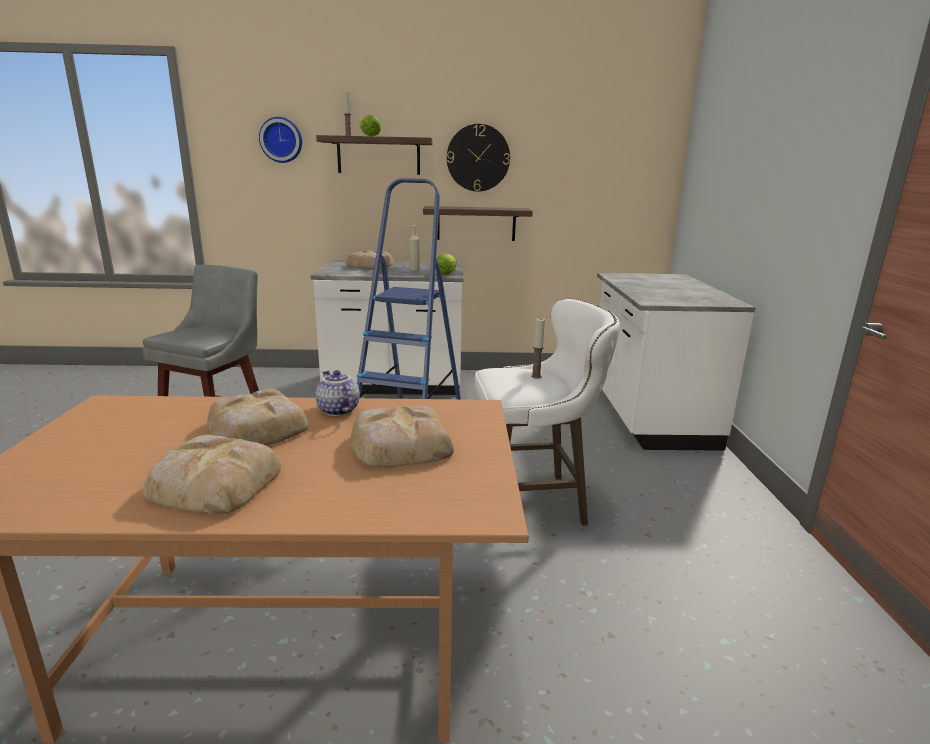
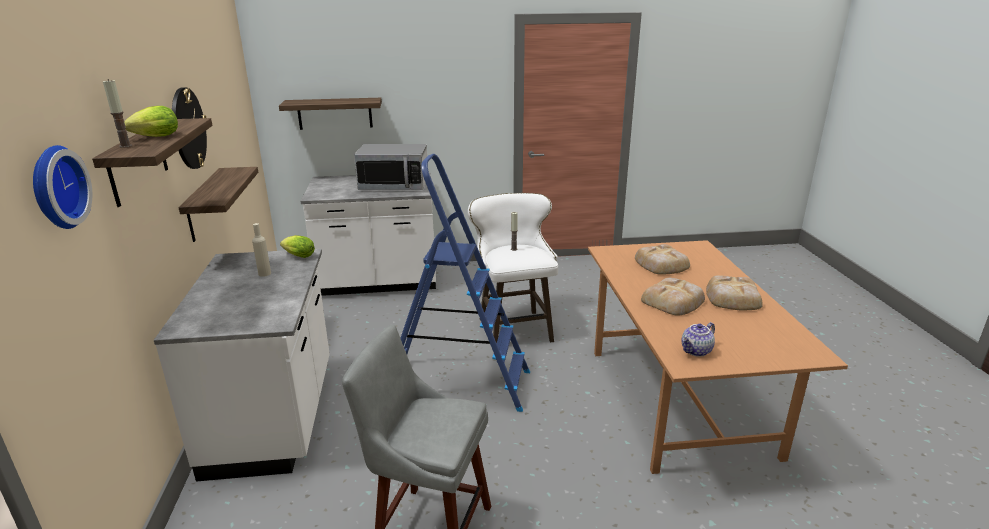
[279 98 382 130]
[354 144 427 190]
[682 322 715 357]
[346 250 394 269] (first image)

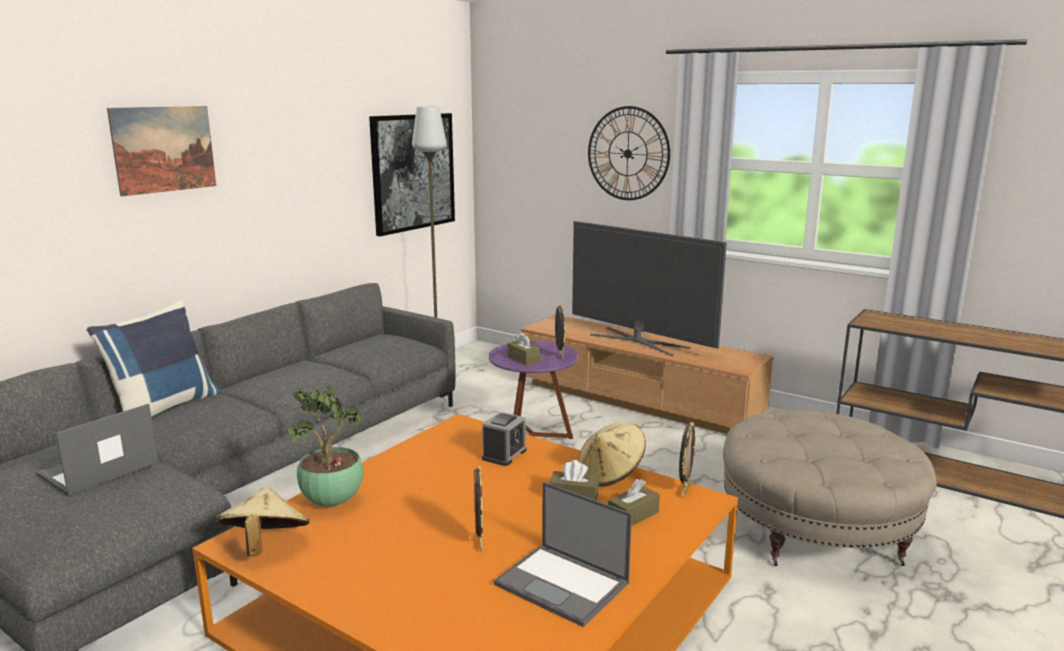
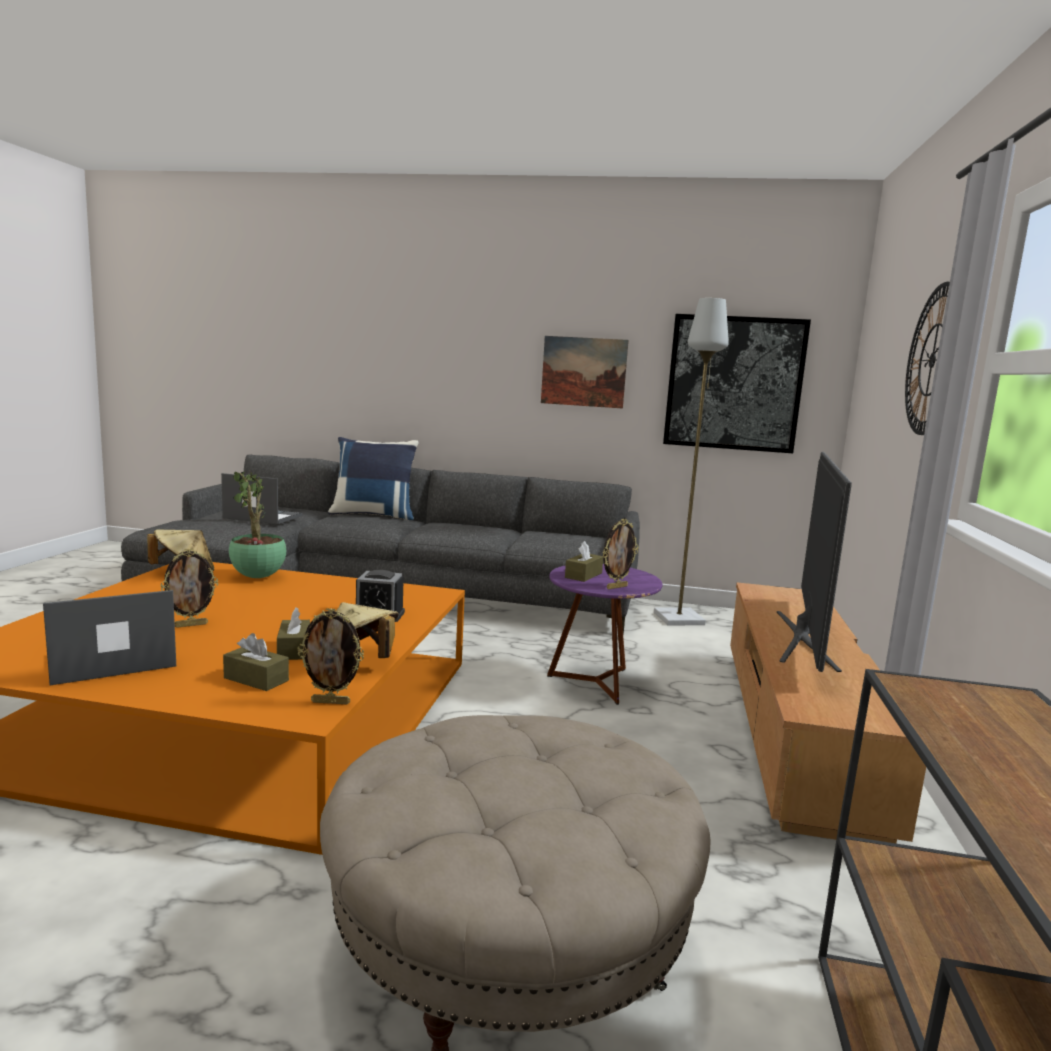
[43 590 176 685]
[541 336 629 409]

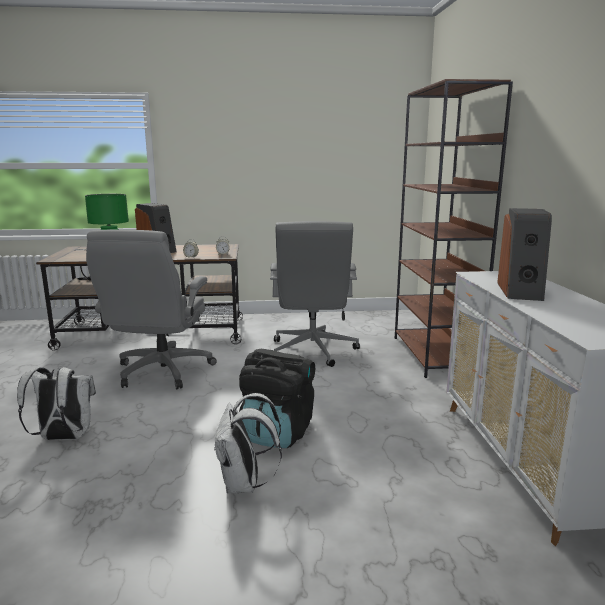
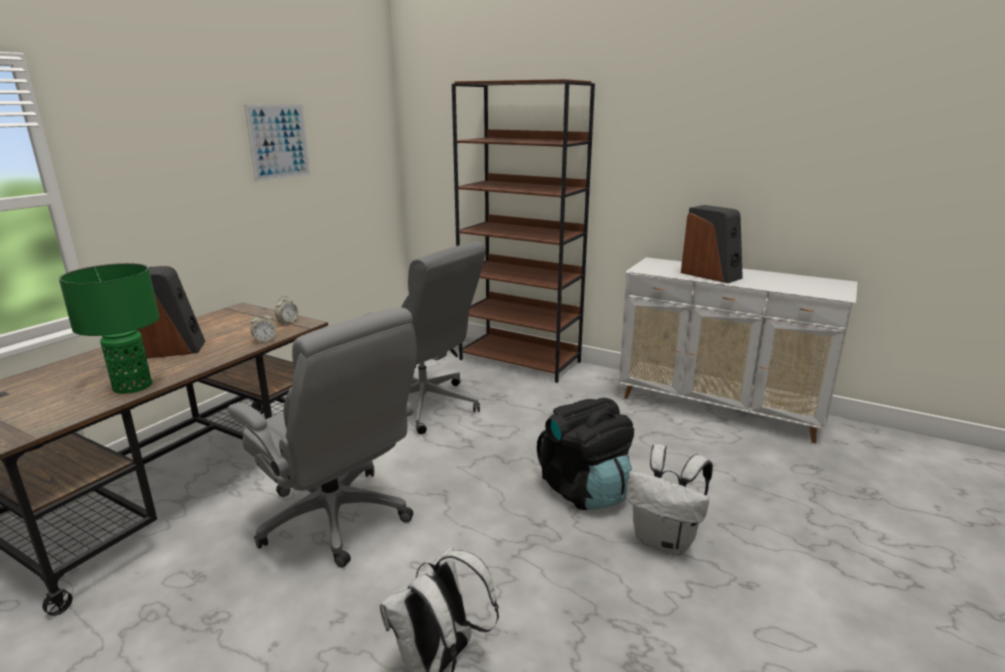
[244 104 311 182]

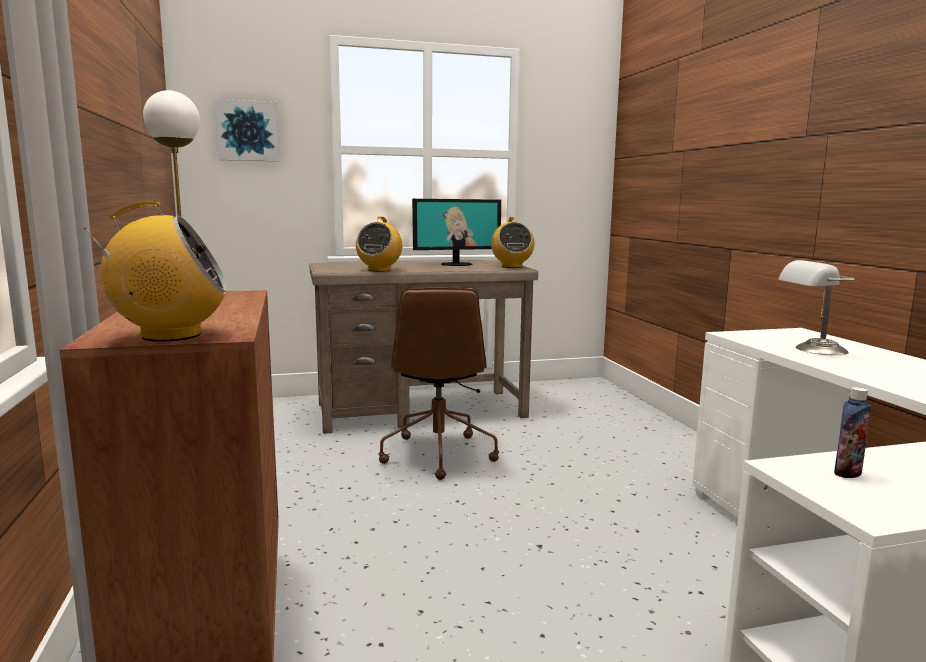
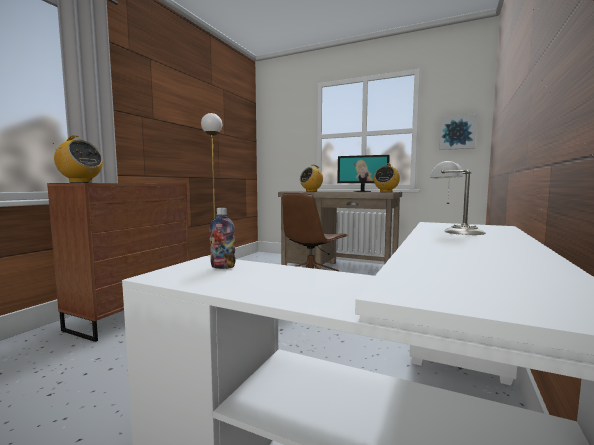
[439 114 477 150]

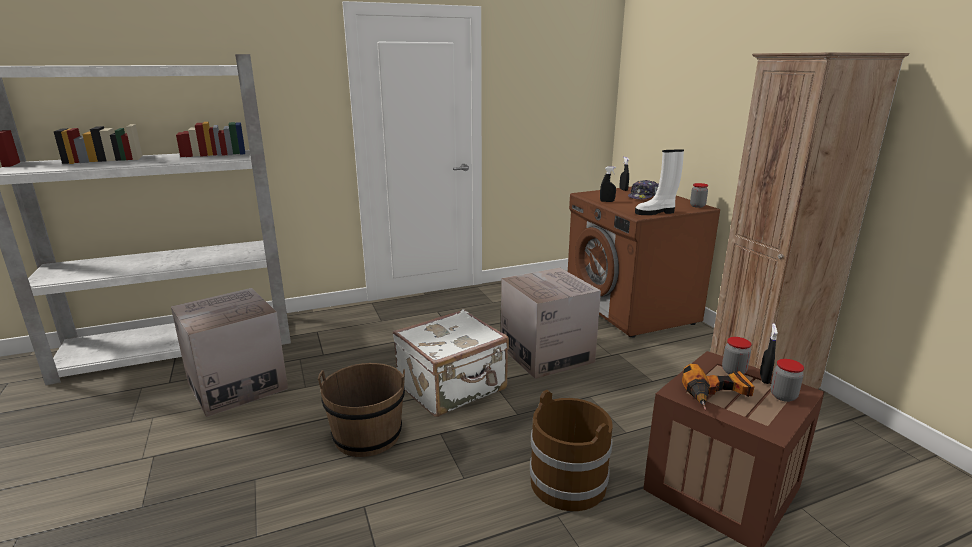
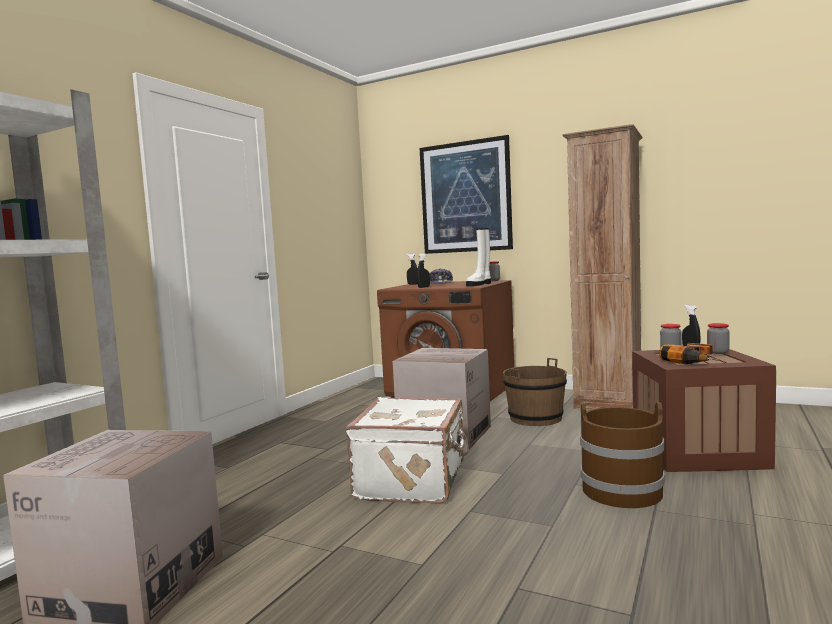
[420 135 513 254]
[503 358 567 426]

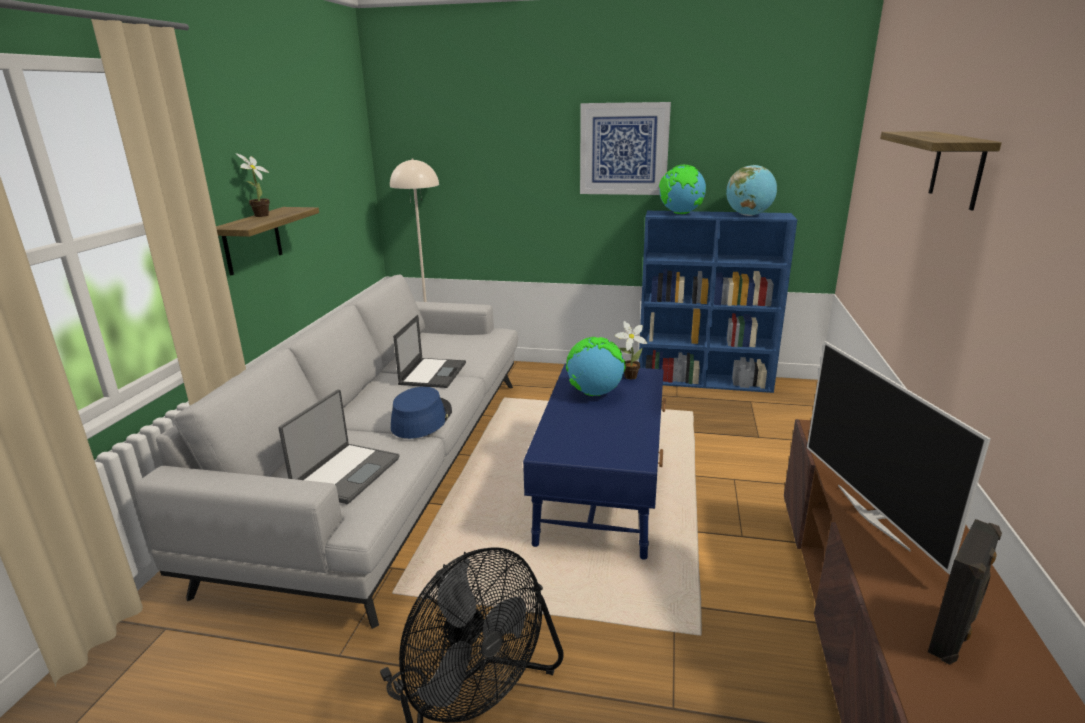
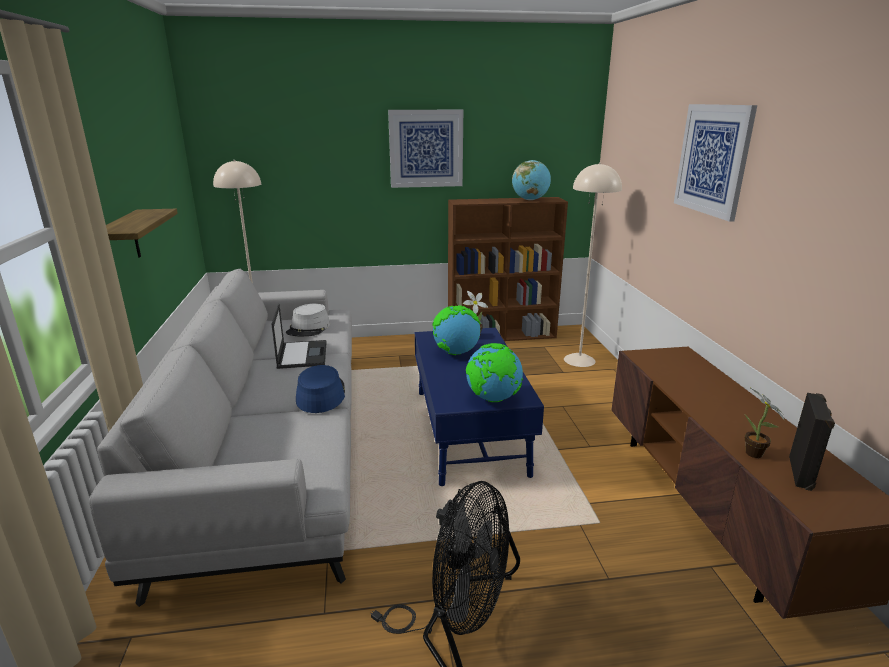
[286 304 330 336]
[448 197 568 341]
[466 343 523 402]
[564 163 622 367]
[674 104 757 222]
[744 388 785 458]
[278 390 400 504] (first image)
[807 341 991 575] (first image)

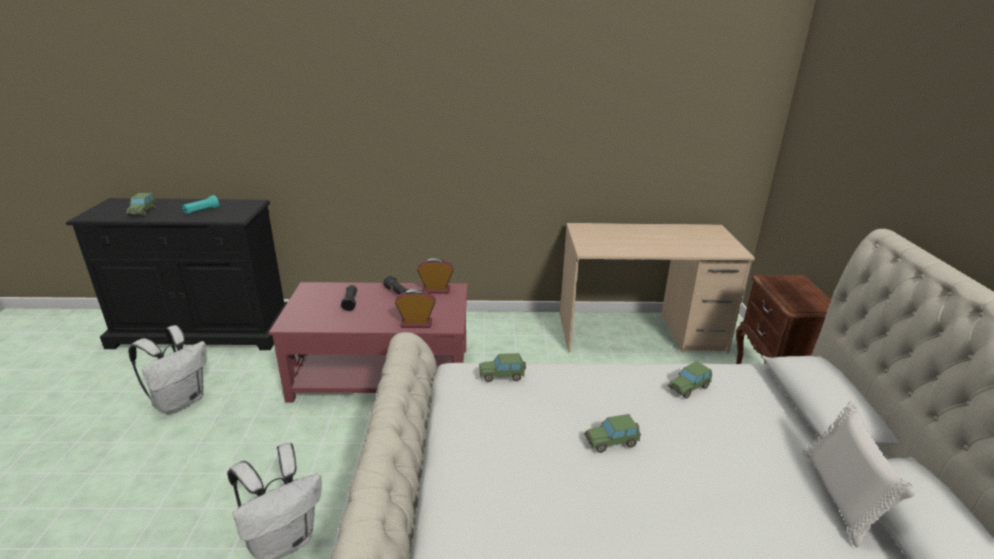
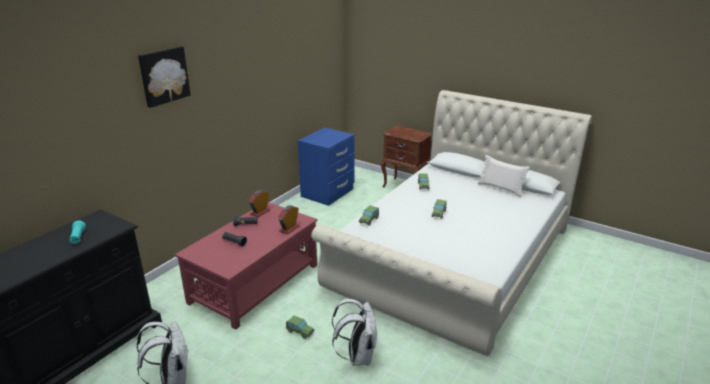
[138 46 191 108]
[286 315 315 339]
[298 128 355 206]

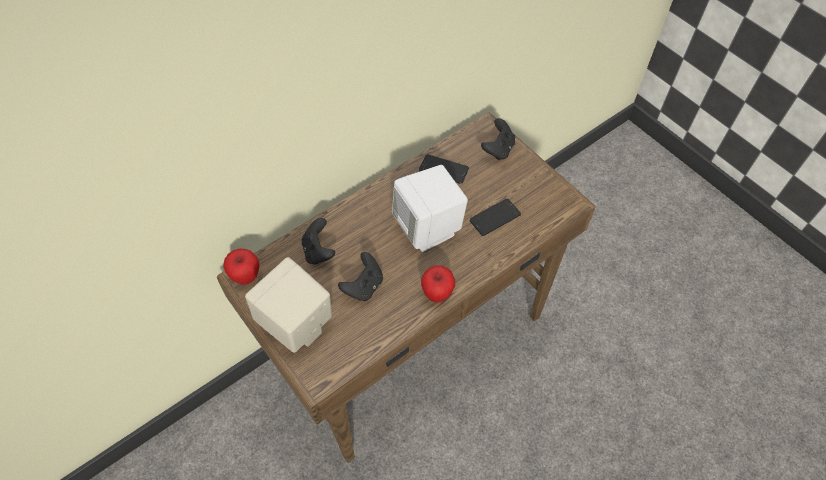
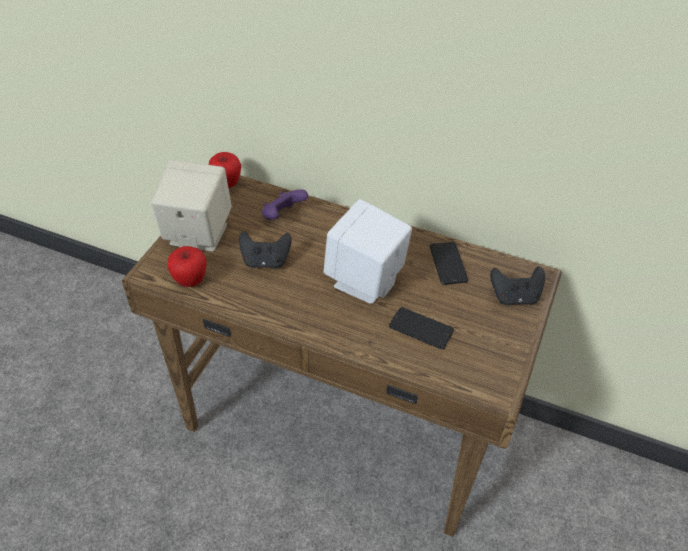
[167 246 207 287]
[262 189 308 220]

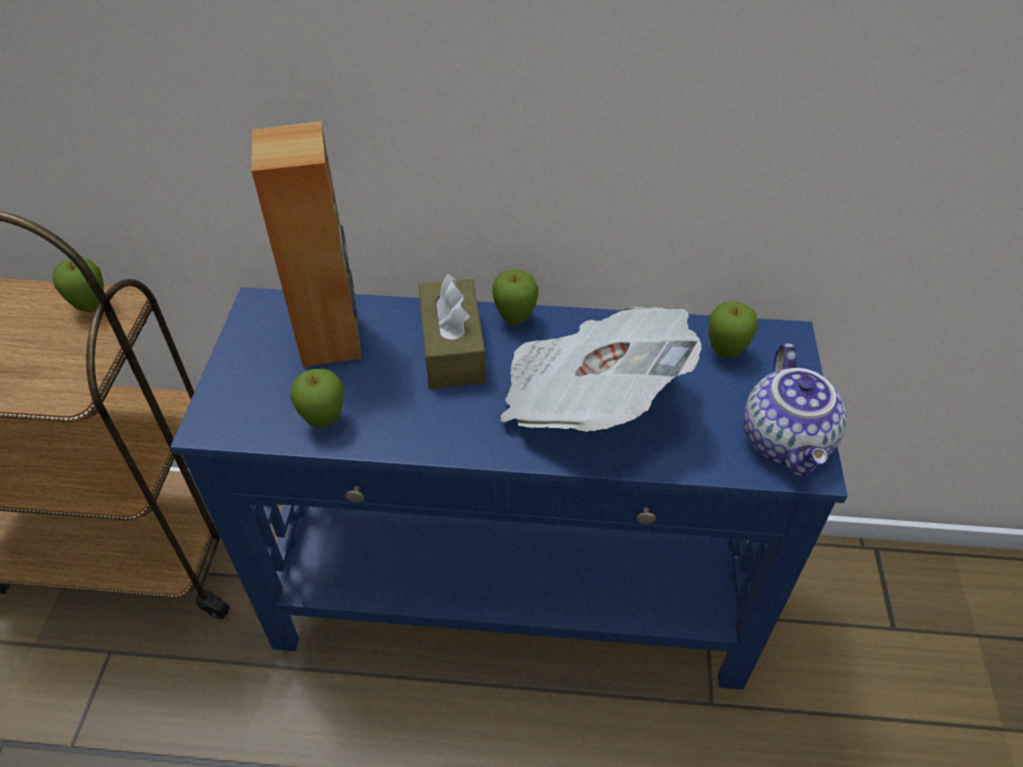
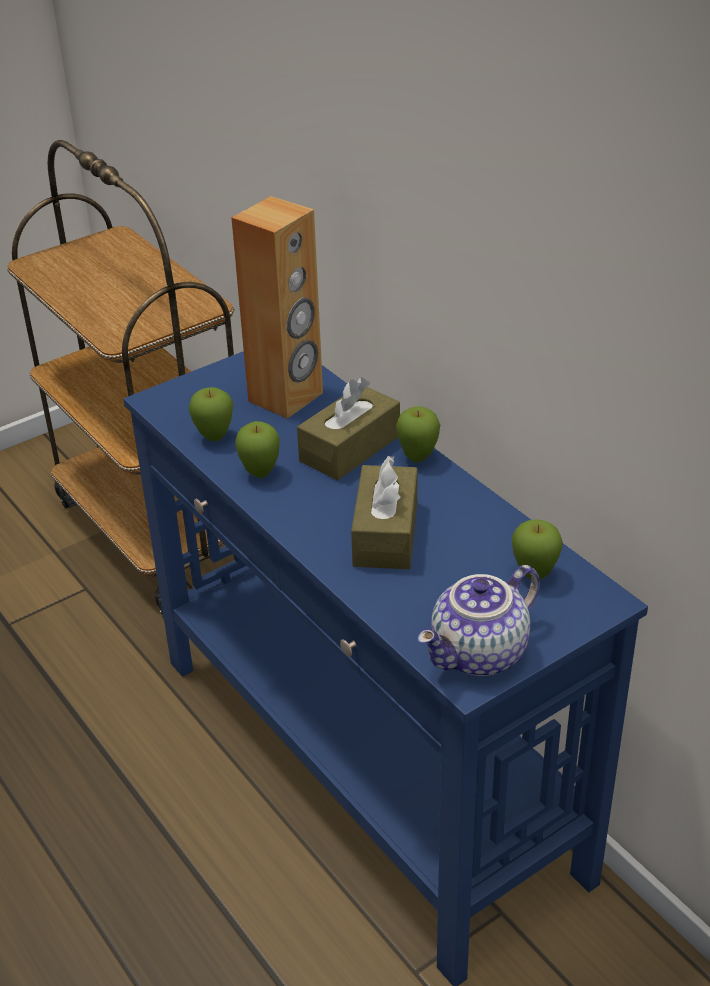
[235 421 280 478]
[351 455 417 569]

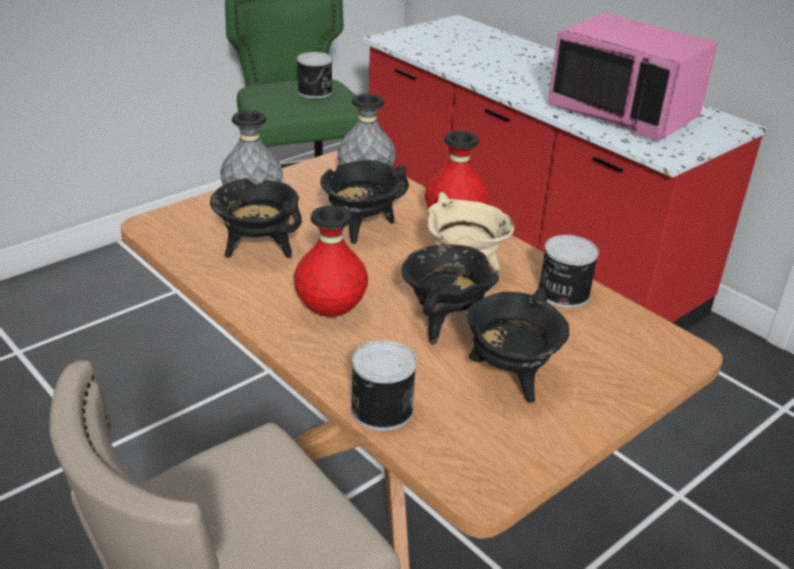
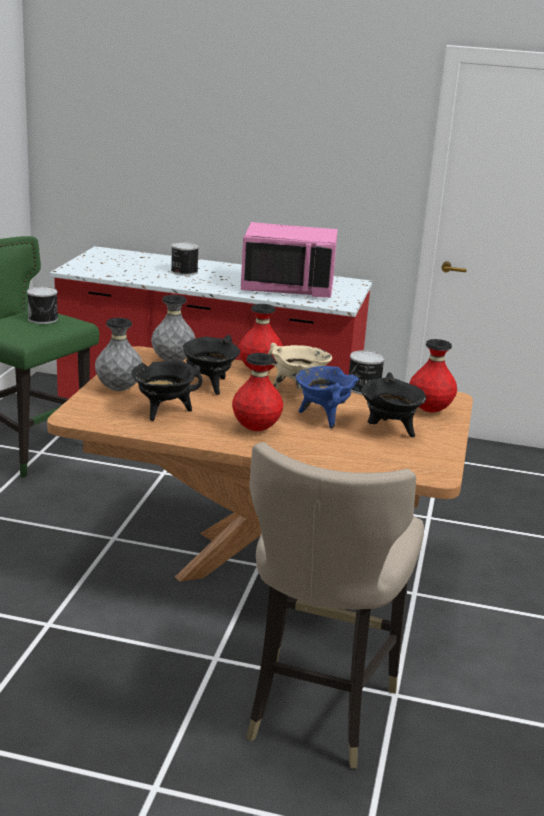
[171 242 199 276]
[295 366 359 429]
[409 339 457 412]

